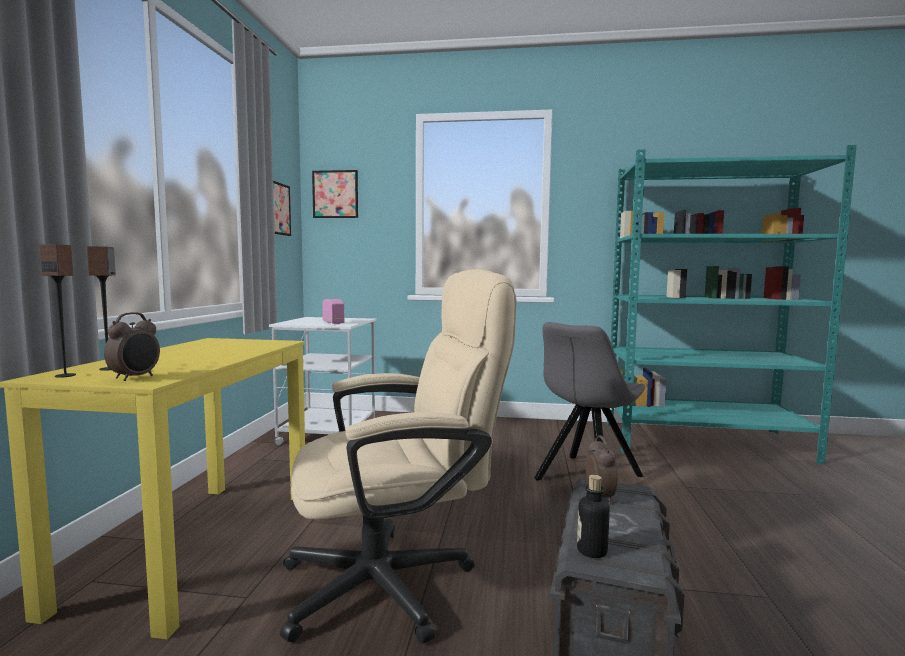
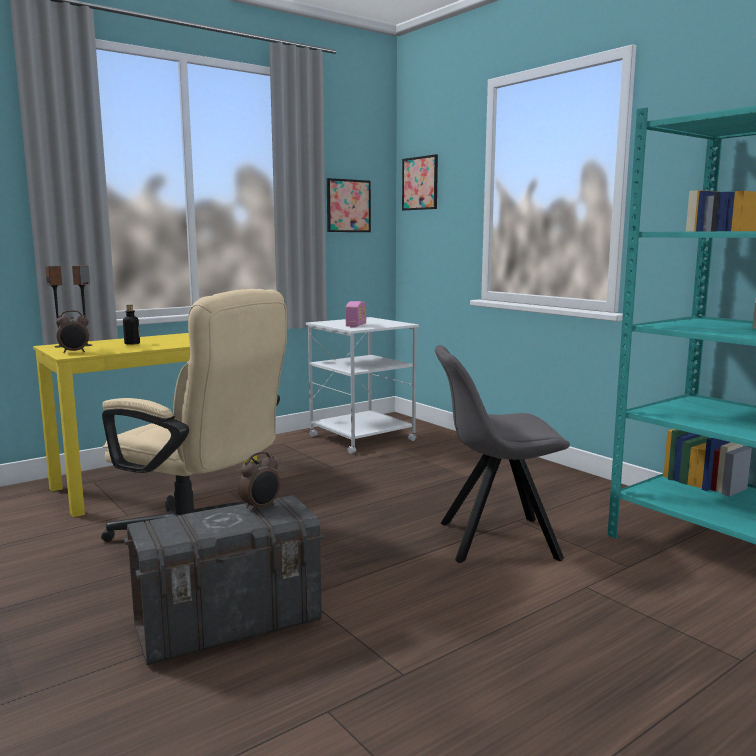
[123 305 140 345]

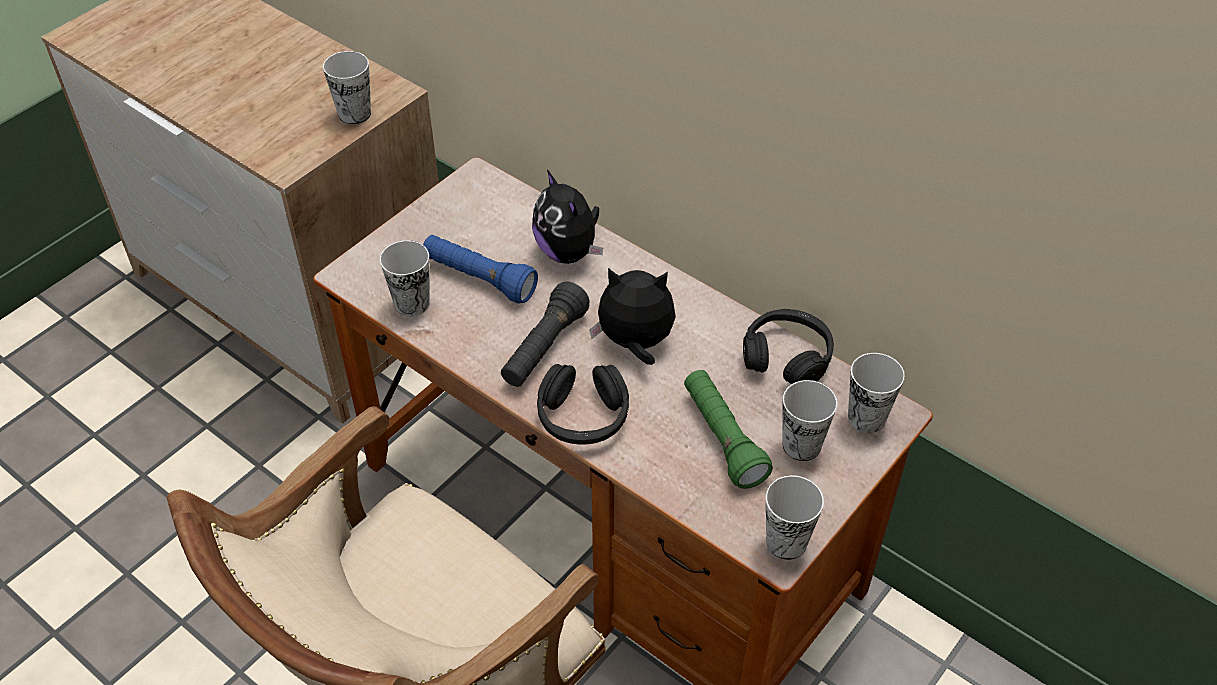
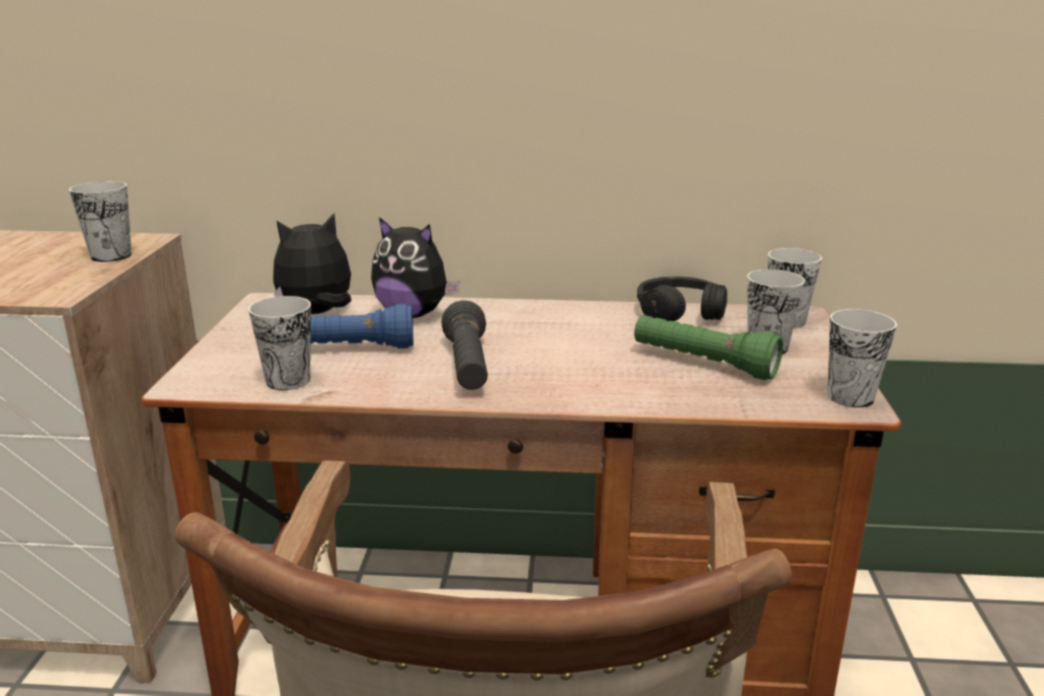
[273 213 352 314]
[537 364 629 445] (first image)

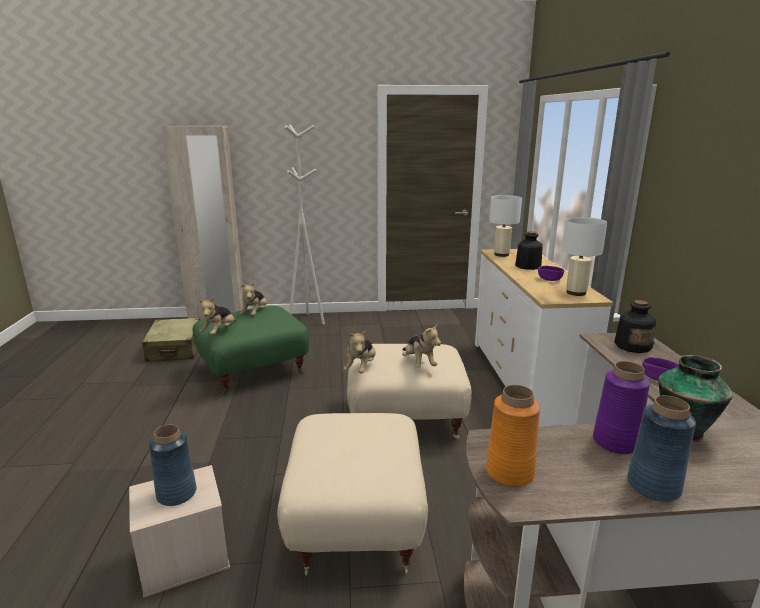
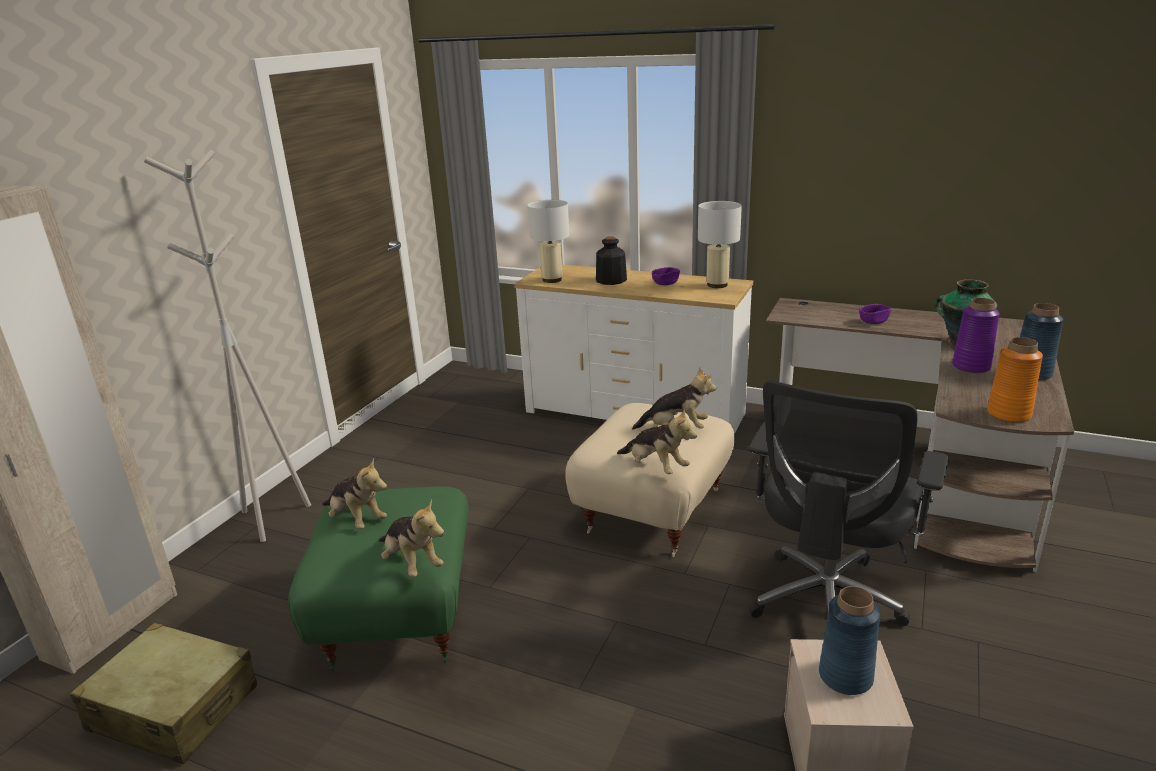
[748 381 948 626]
[614 300 656 353] (first image)

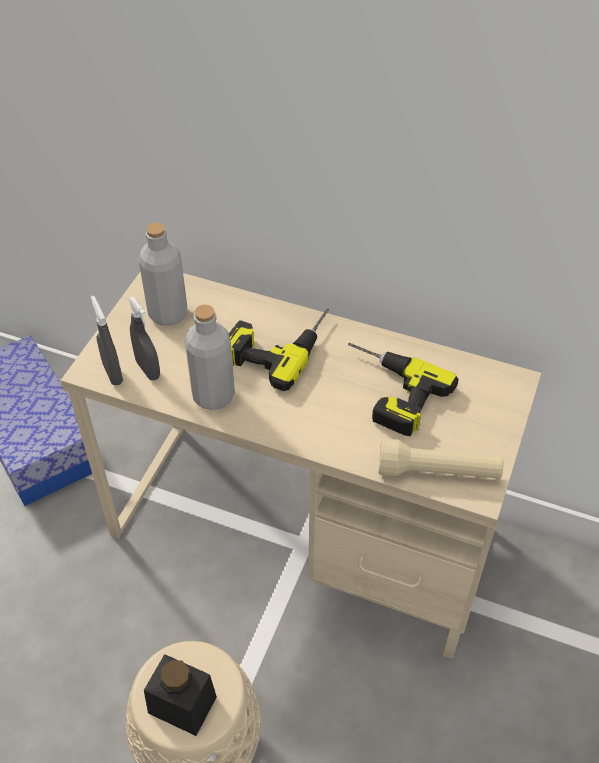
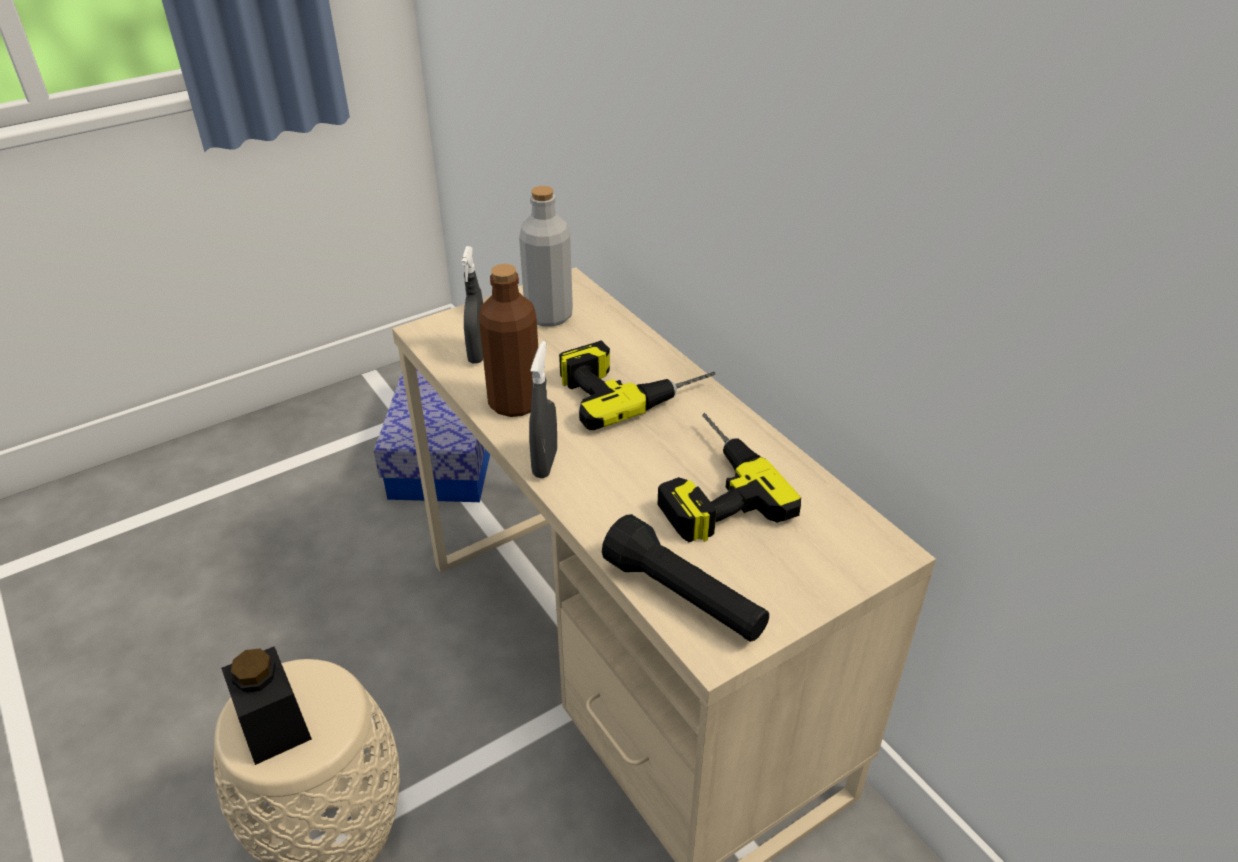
[479 264 538 417]
[529 341 557 478]
[602 514 769 642]

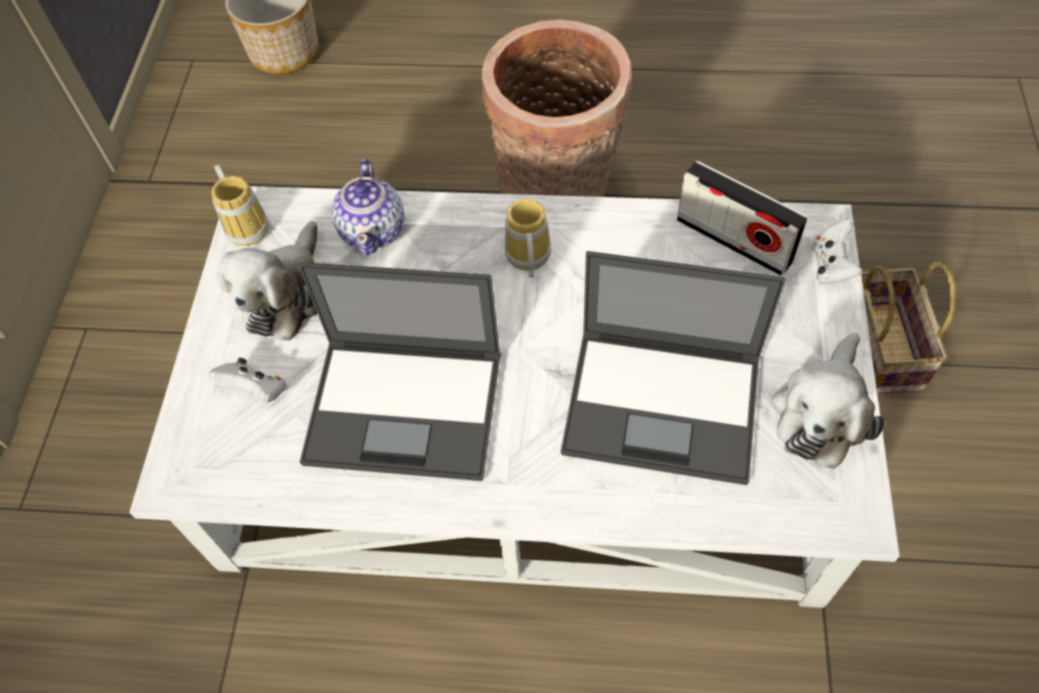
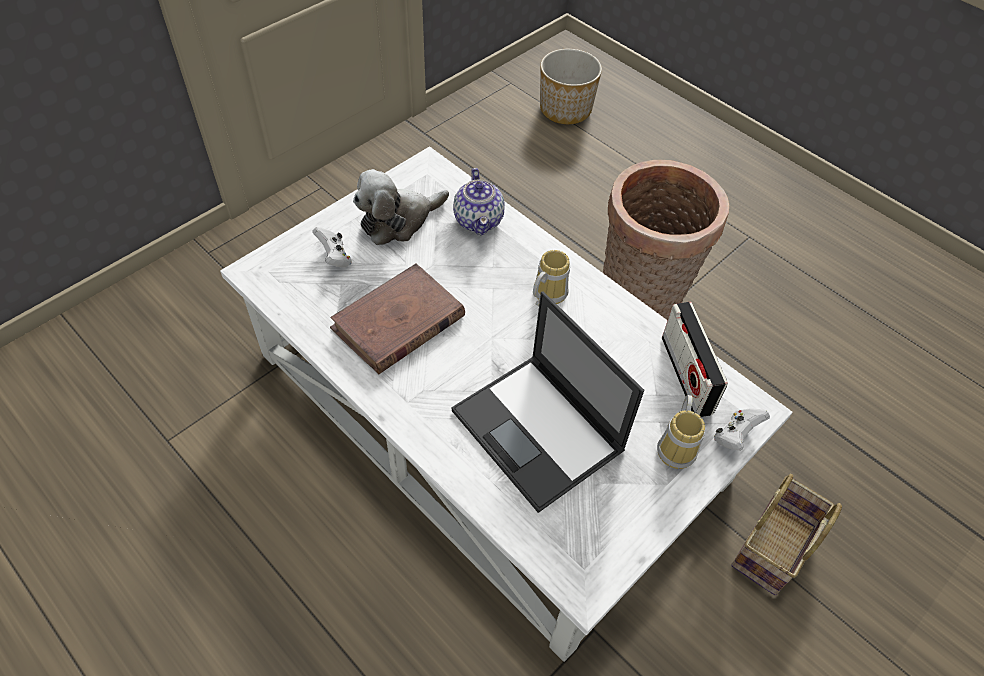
[330 264 465 374]
[453 168 505 235]
[657 395 705 469]
[771 332 885 469] (first image)

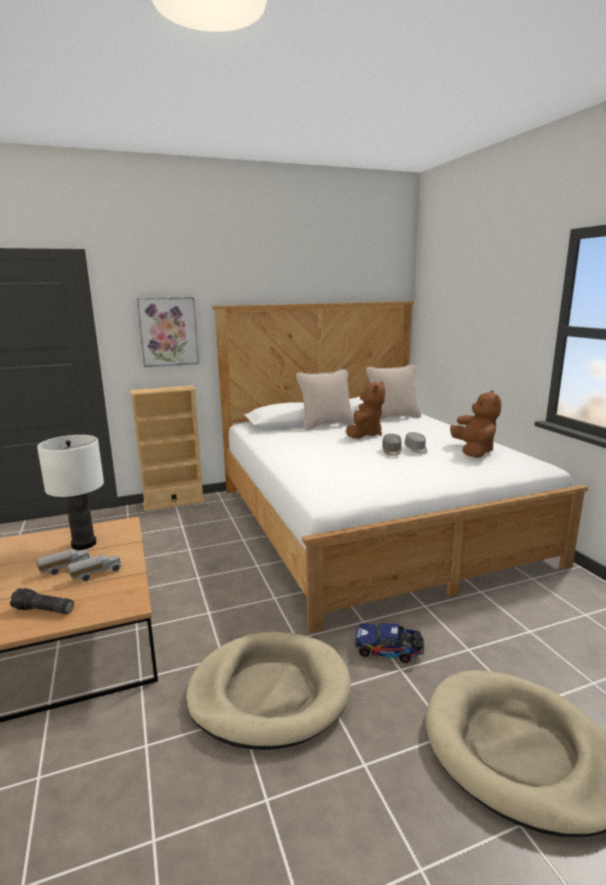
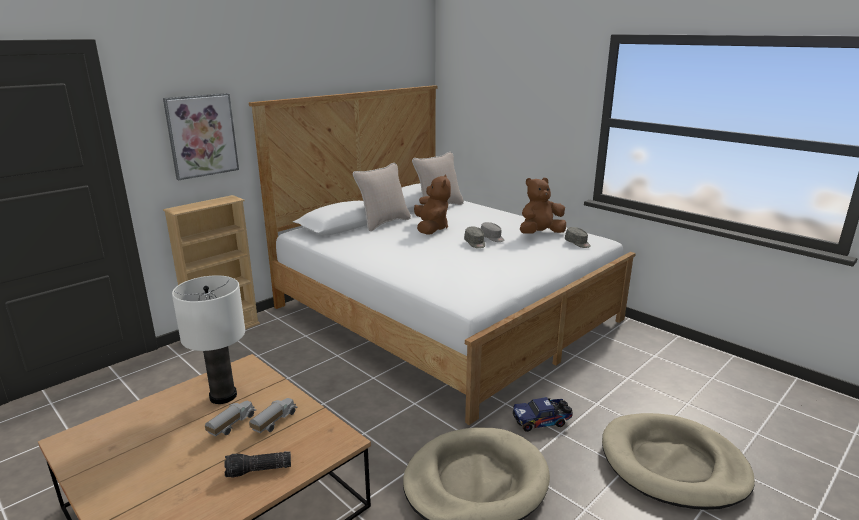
[520 178 566 234]
[565 227 591 248]

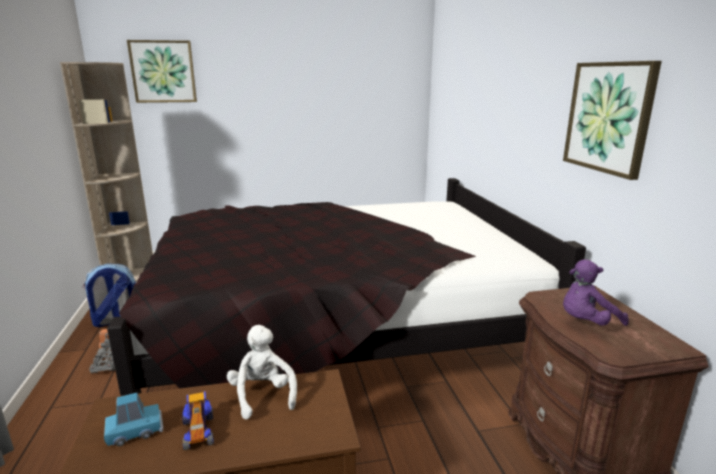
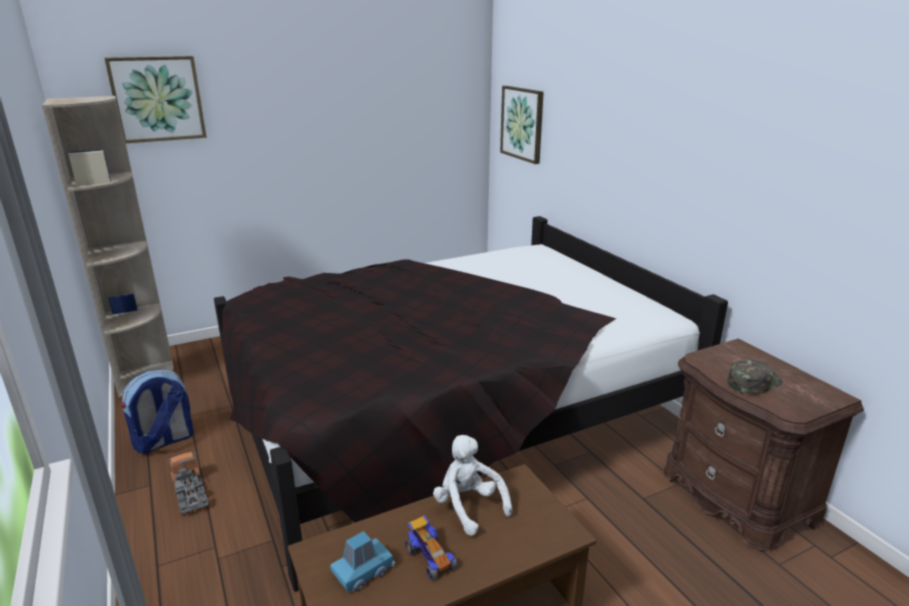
[500 86 544 164]
[727 360 783 394]

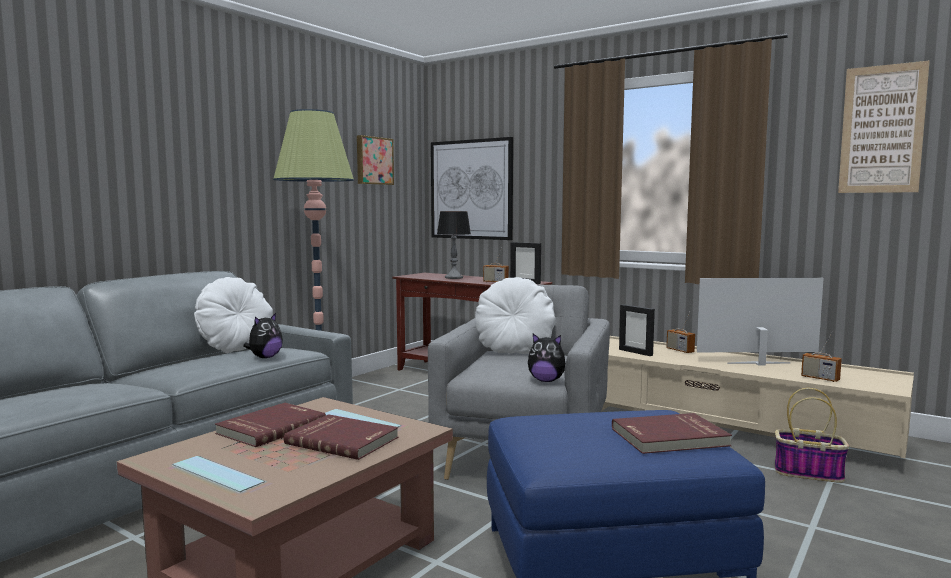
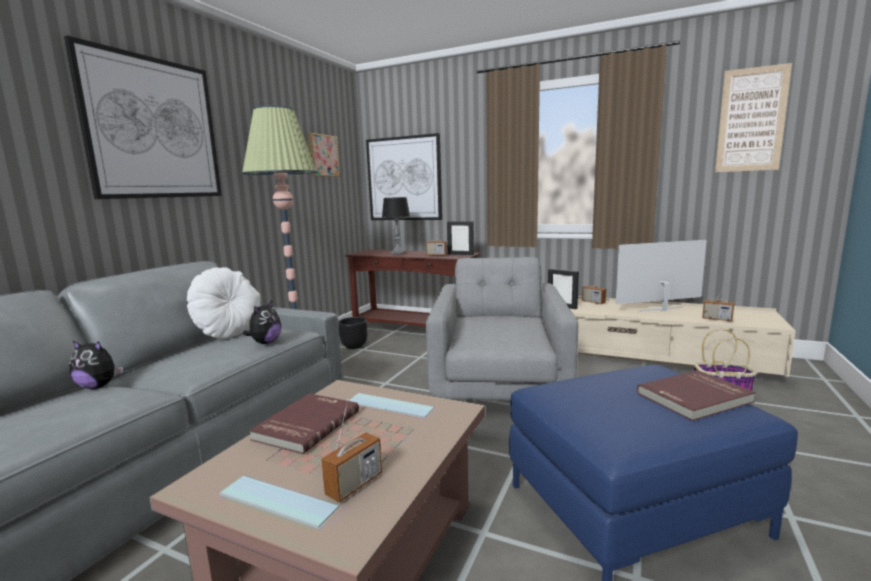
[64 35 222 199]
[69 340 123 389]
[321 399 382 502]
[338 317 368 349]
[284 414 399 460] (first image)
[475 277 556 354] (first image)

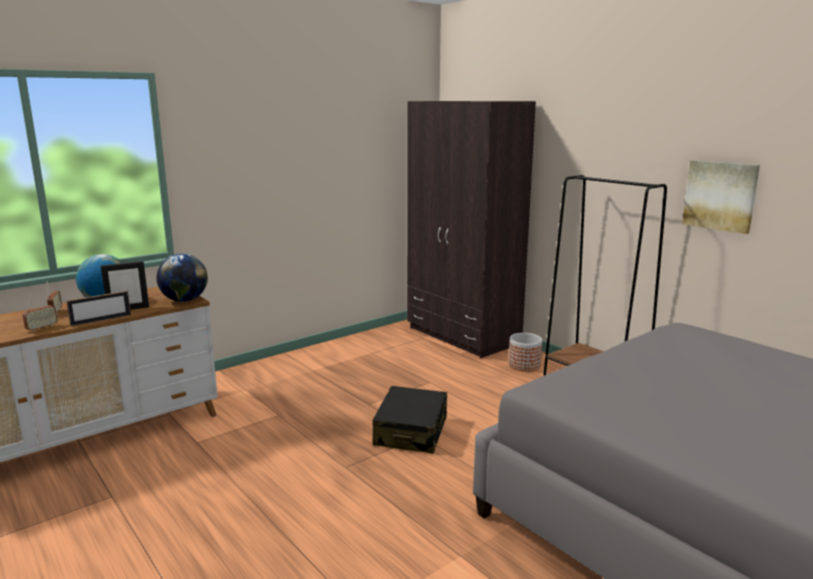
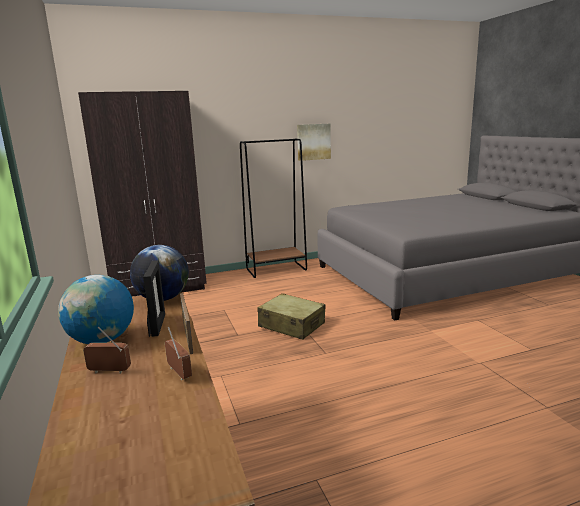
[258 293 325 340]
[509 333 542 372] (first image)

